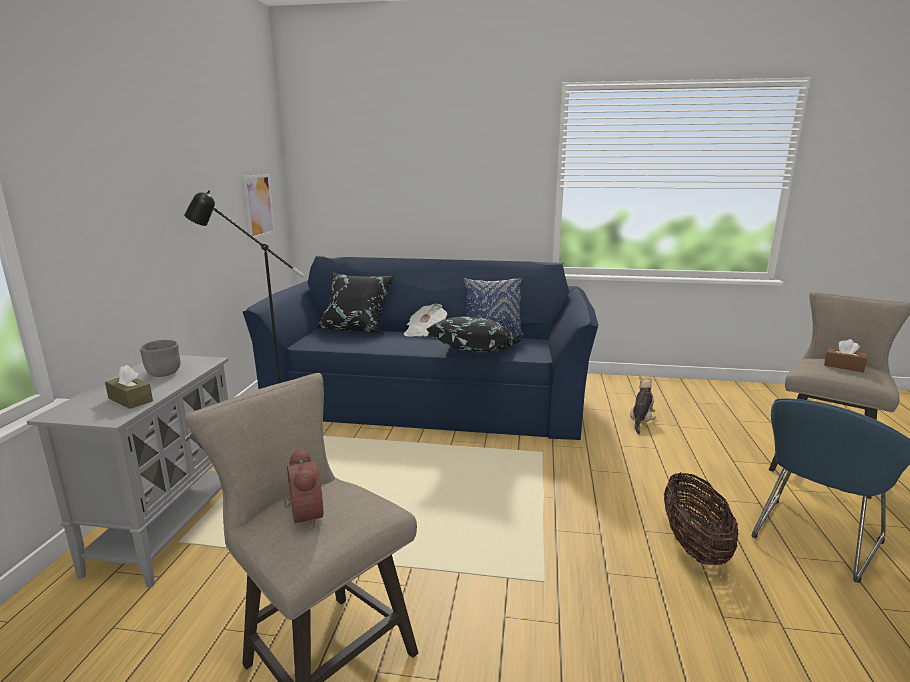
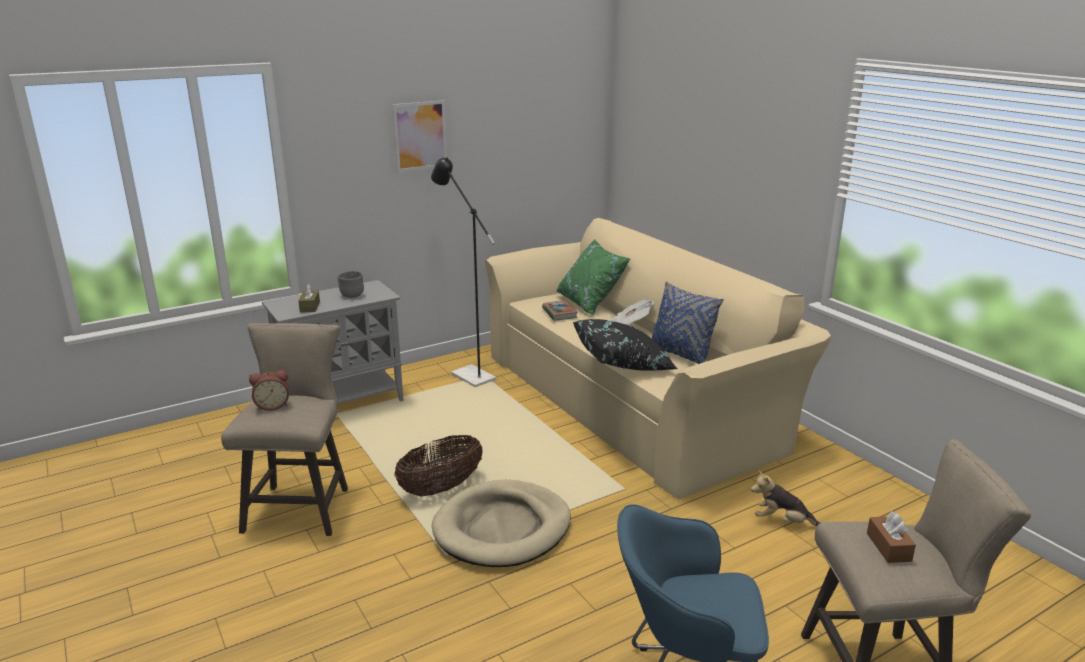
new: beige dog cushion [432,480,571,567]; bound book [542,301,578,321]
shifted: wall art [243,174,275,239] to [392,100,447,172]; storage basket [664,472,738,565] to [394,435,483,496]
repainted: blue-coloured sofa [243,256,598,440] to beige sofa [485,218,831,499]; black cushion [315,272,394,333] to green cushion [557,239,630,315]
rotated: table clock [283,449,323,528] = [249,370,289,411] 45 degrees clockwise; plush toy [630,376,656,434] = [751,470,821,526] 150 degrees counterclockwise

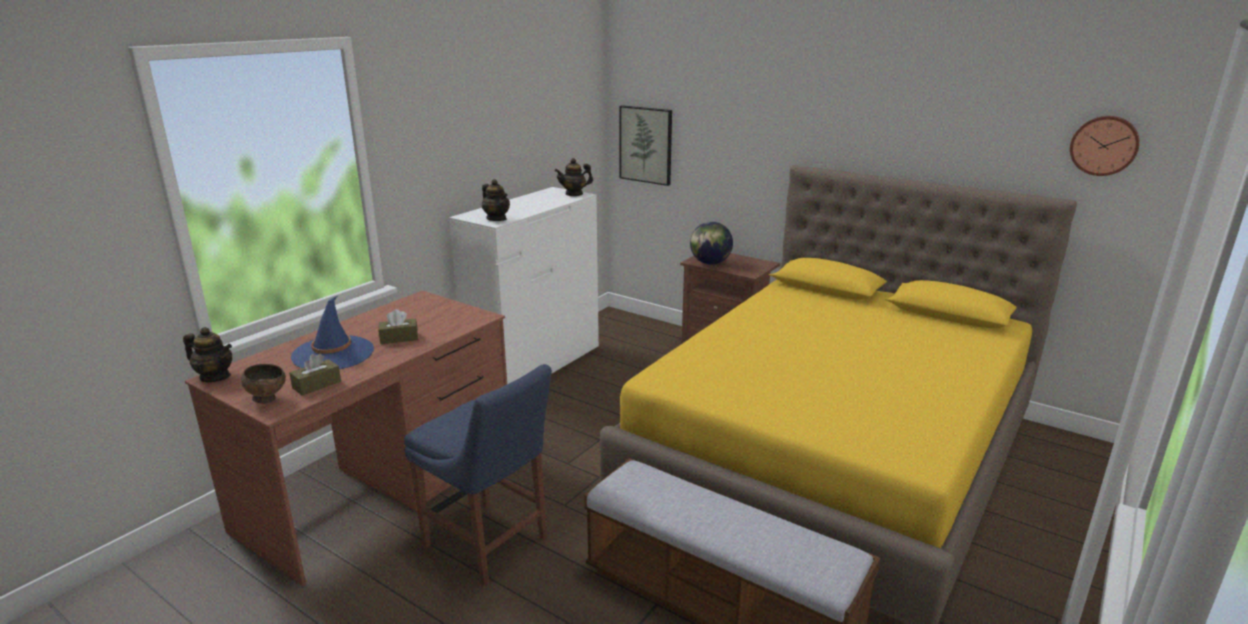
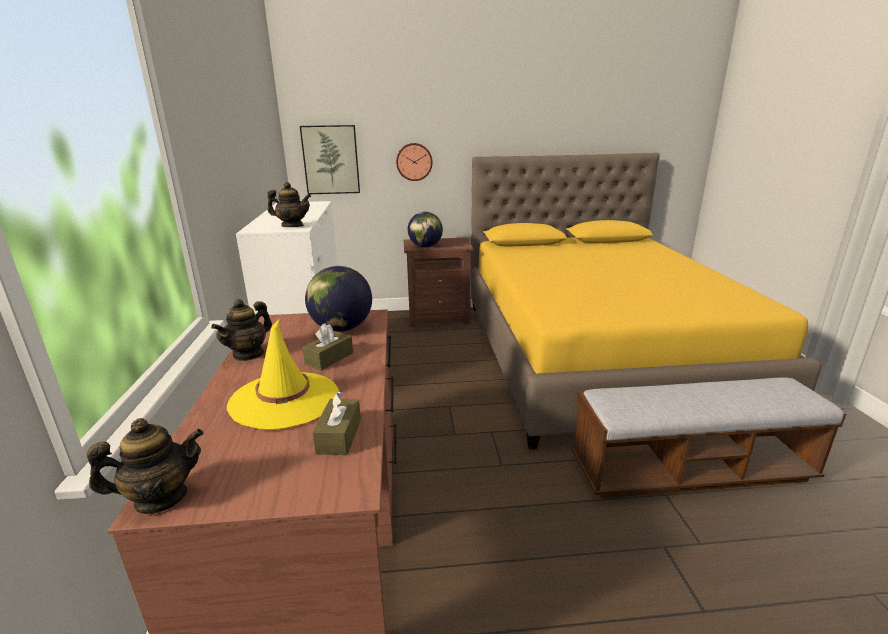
gone: brown deep dish [241,364,286,404]; blue-coloured upright chair [404,364,552,586]
new: world globe [305,266,372,332]
shifted: tea pot [555,158,593,196] to [211,299,272,361]; clock on the wall [1070,116,1140,176] to [396,143,433,181]
repainted: blue-coloured wearable hat [291,295,374,369] to yellow wearable hat [227,319,339,430]

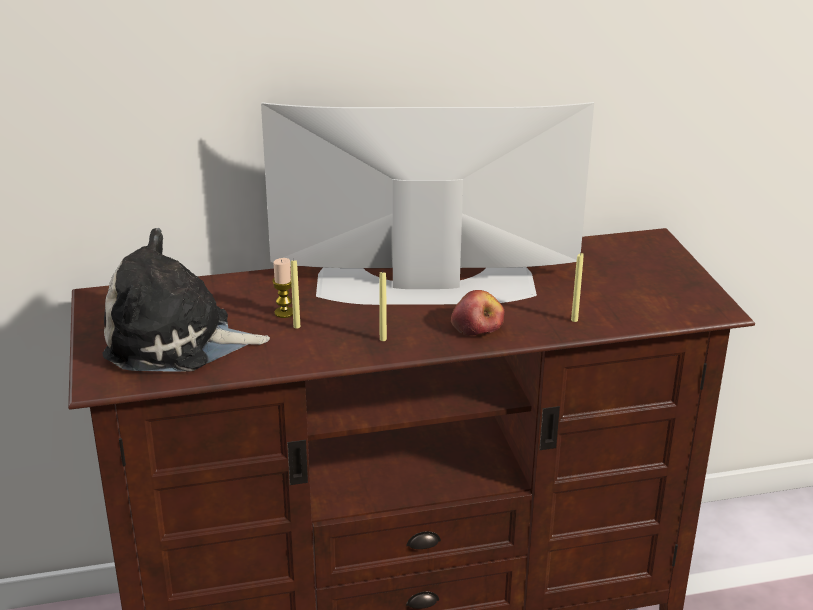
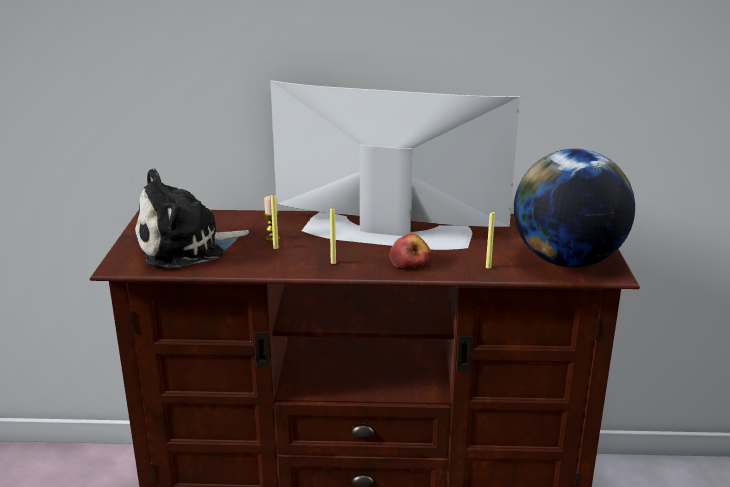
new: world globe [514,149,635,267]
rotated: plush toy [102,228,270,372] = [135,168,249,268] 45 degrees counterclockwise

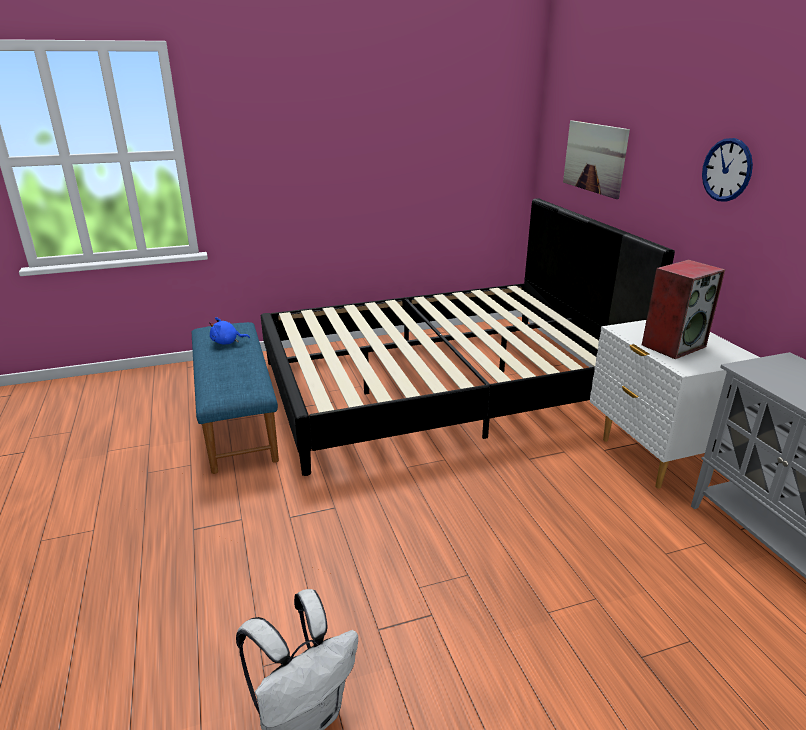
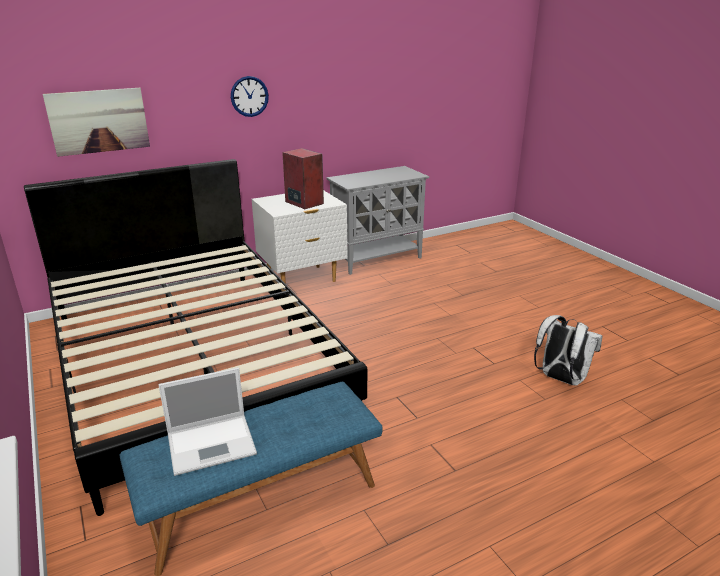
swapped: blue-coloured plush toy [209,317,250,345] to notebook computer [158,367,257,476]

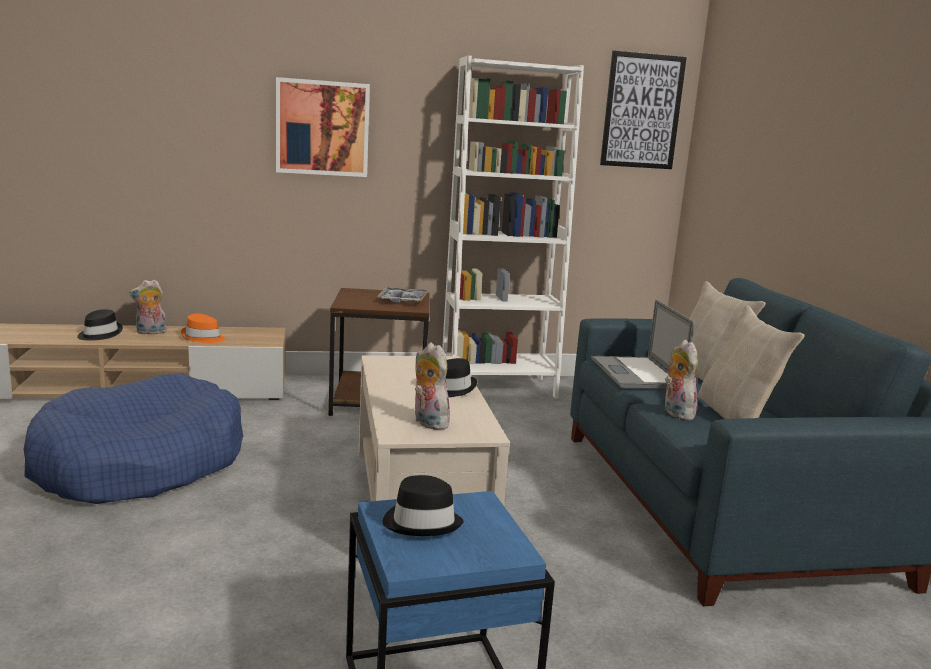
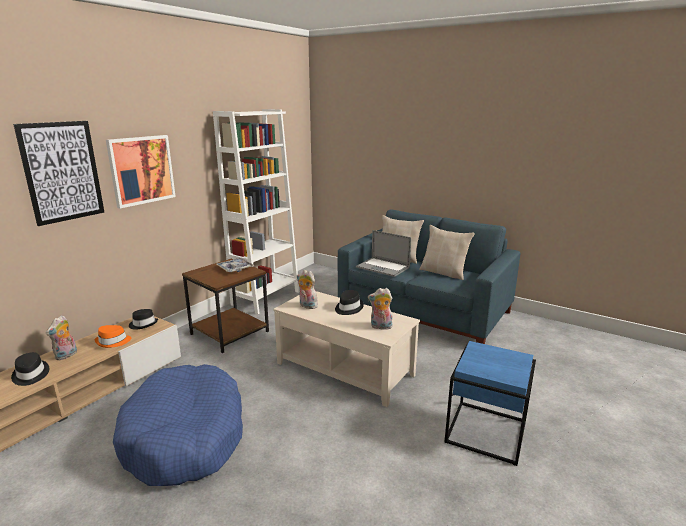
shifted: black wearable hat [383,475,464,536] to [129,309,158,329]; wall art [600,50,687,169] to [13,121,104,226]; plush toy [665,339,698,420] to [297,270,318,309]

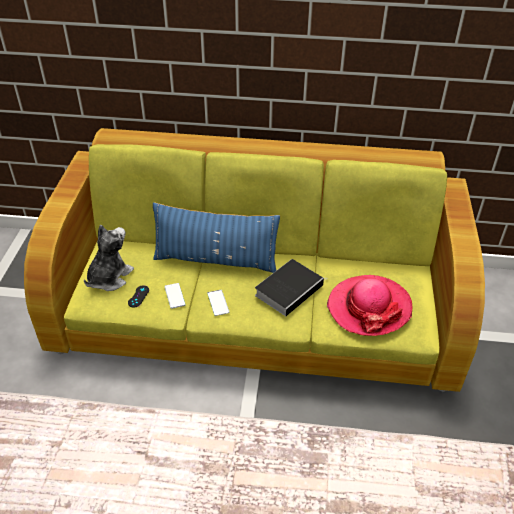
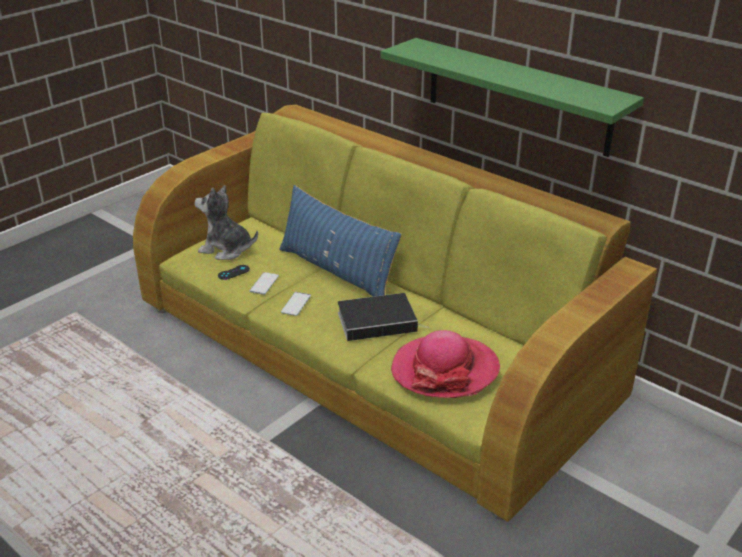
new: green wall shelf [380,38,644,157]
rotated: plush toy [84,225,134,291] = [195,185,258,260] 135 degrees counterclockwise

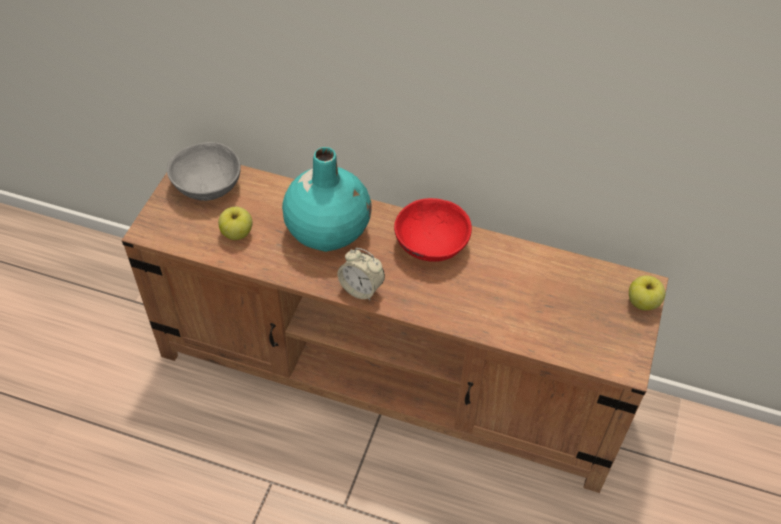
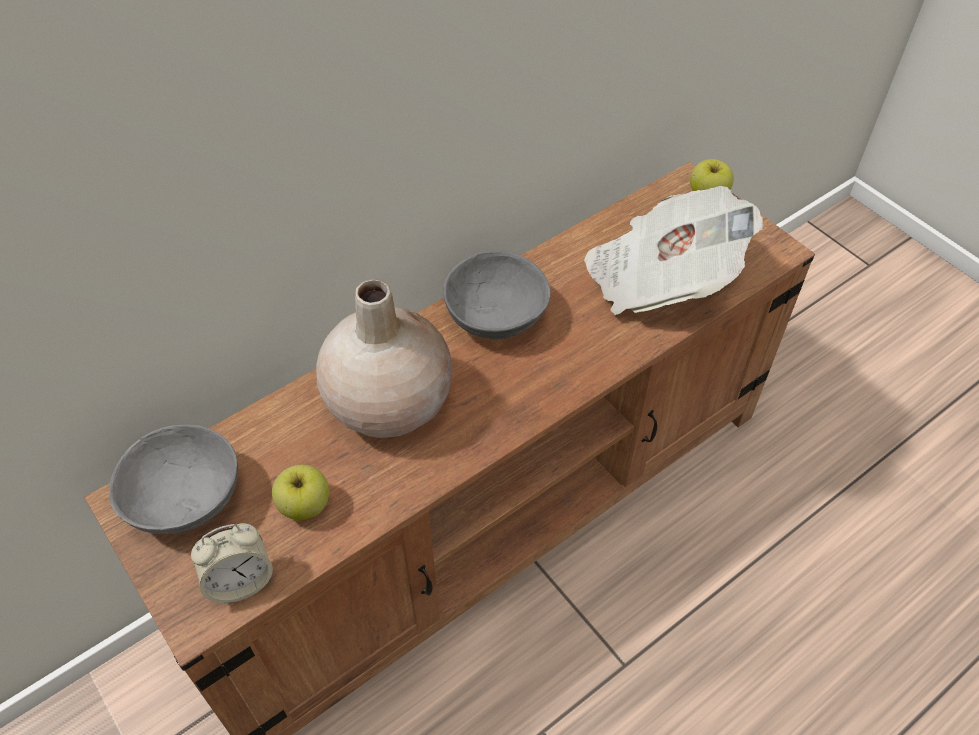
new: printed paper [584,186,763,315]
shifted: table clock [338,248,385,301] to [191,523,273,603]
repainted: blue-green vase [282,147,372,252] to beige vase [316,279,453,438]; red deep dish [394,198,472,262] to gray deep dish [443,250,551,339]

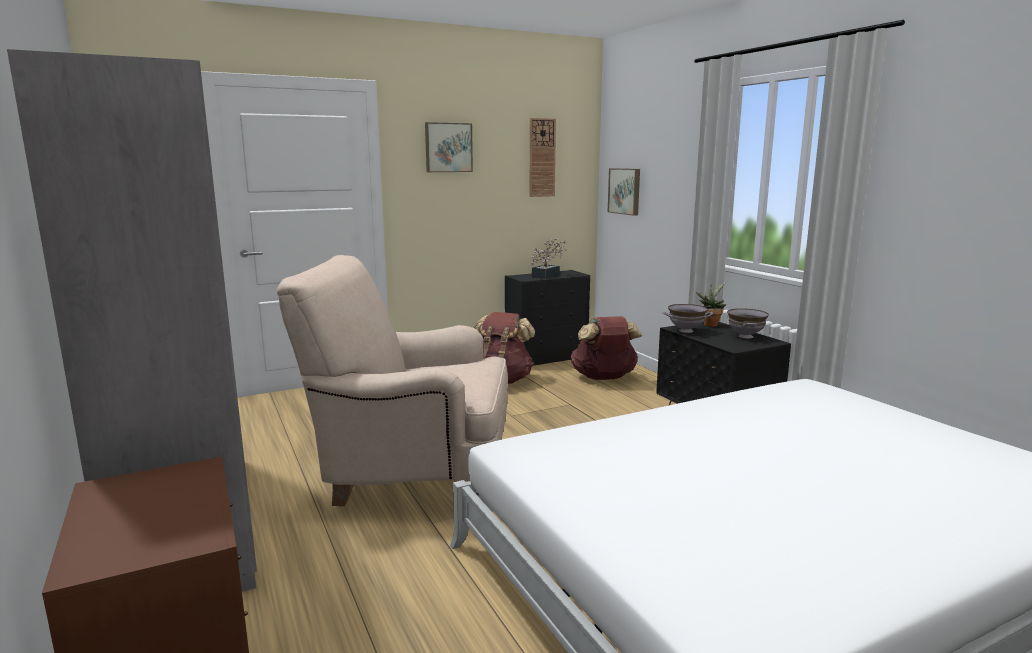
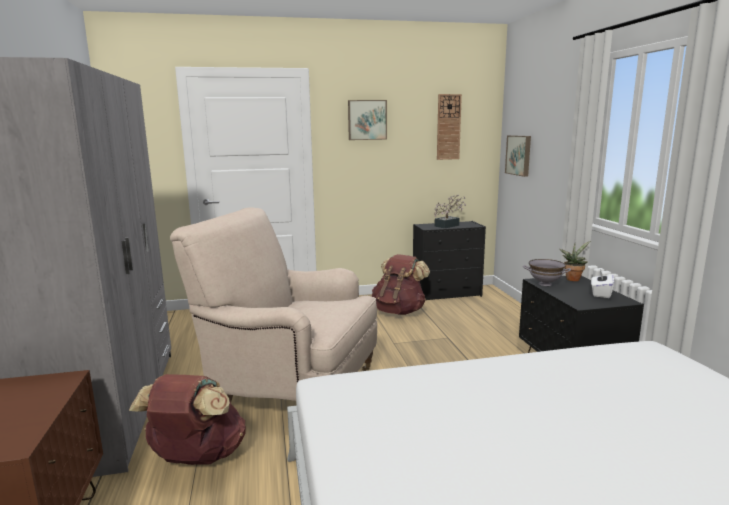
shifted: brown knapsack [571,316,642,380] to [129,374,246,465]
swapped: gray deep dish [727,308,769,339] to whitish box of tissues [591,270,614,298]

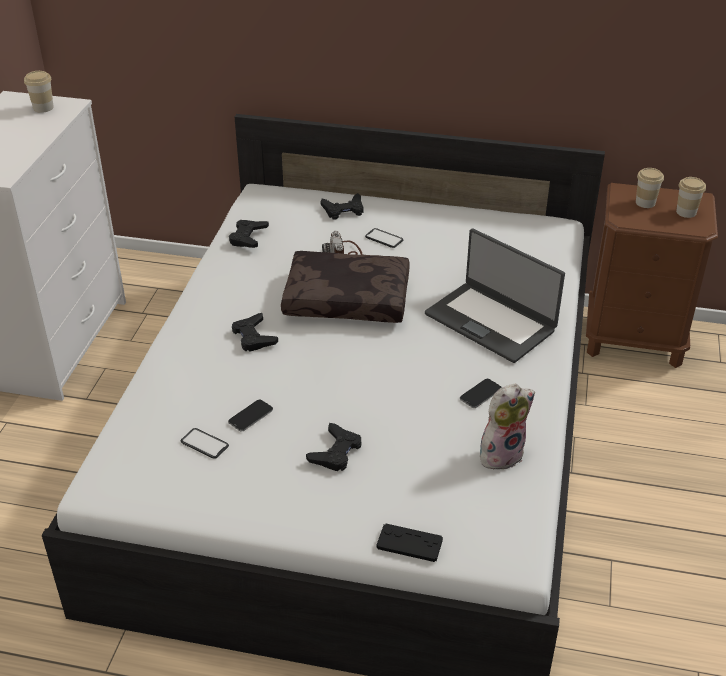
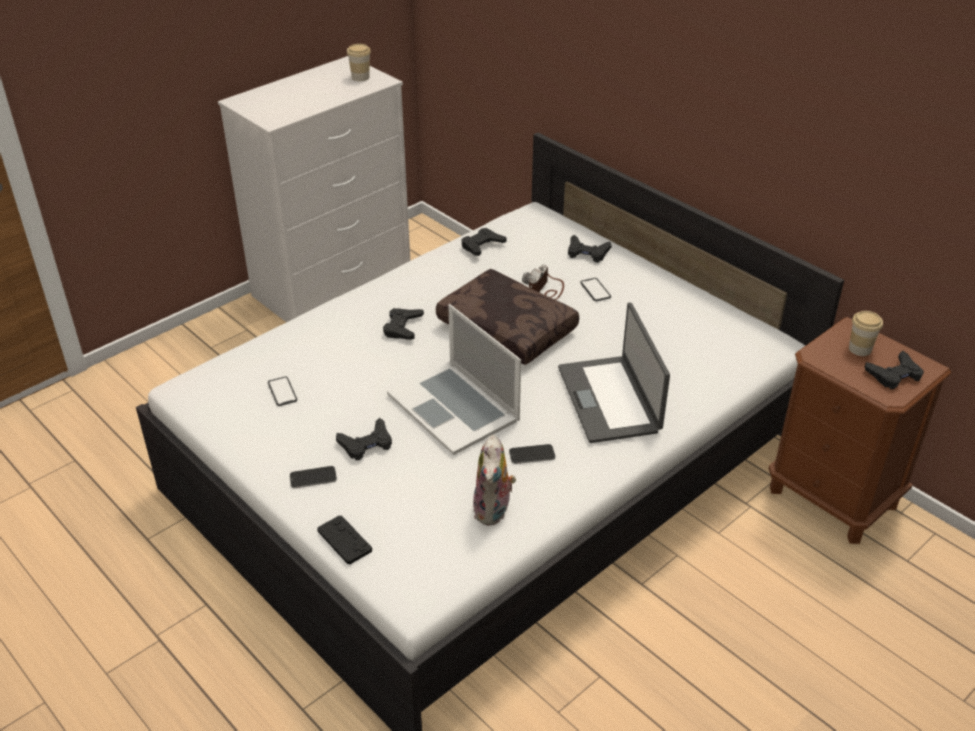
new: notebook computer [387,304,521,455]
shifted: telephone [228,400,273,431] to [290,466,337,488]
swapped: cup [676,177,706,218] to black gamepad [865,351,924,389]
rotated: plush toy [480,384,535,469] = [473,435,516,525] 90 degrees clockwise

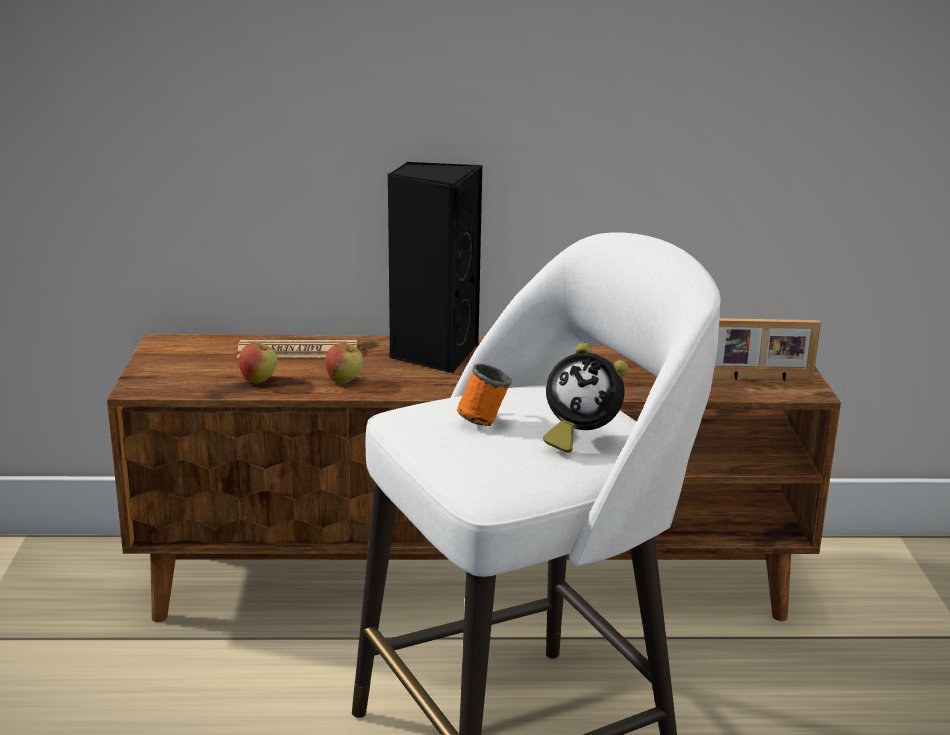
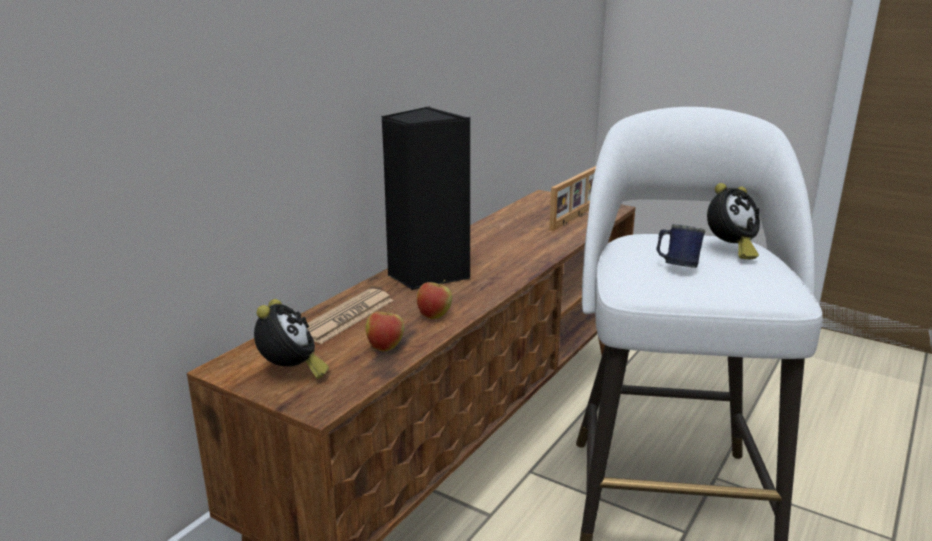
new: table clock [254,299,329,379]
repainted: orange-coloured mug [457,363,512,426] to blue-coloured mug [657,224,705,268]

